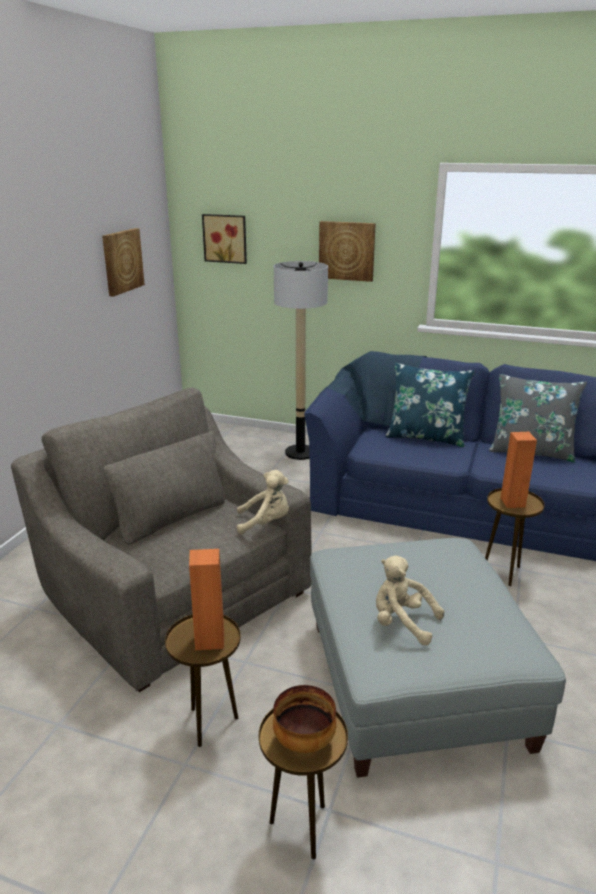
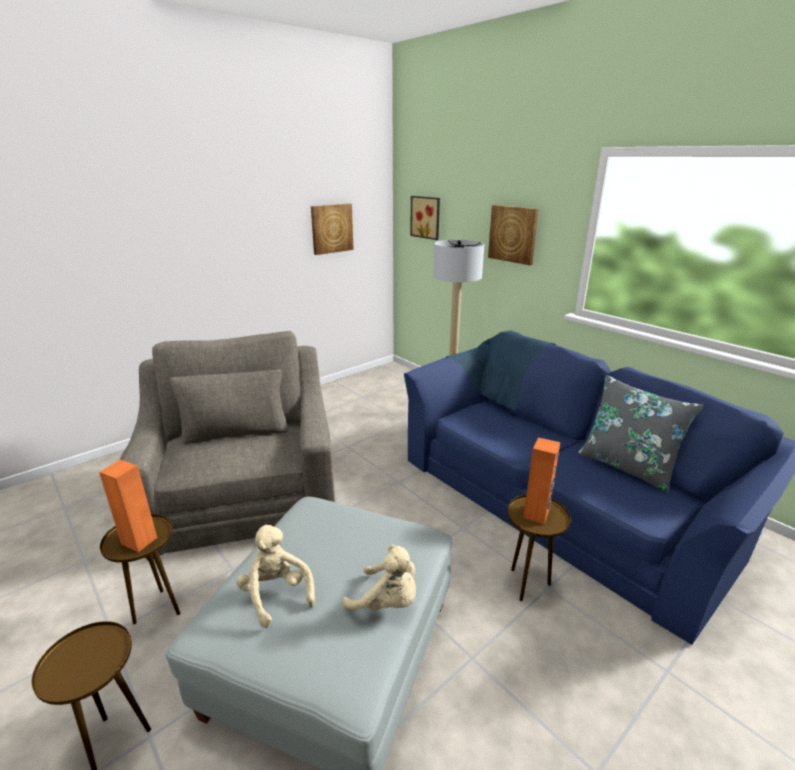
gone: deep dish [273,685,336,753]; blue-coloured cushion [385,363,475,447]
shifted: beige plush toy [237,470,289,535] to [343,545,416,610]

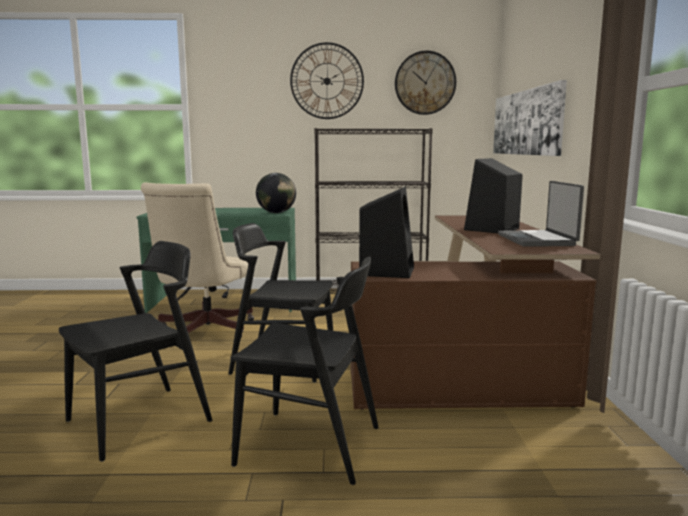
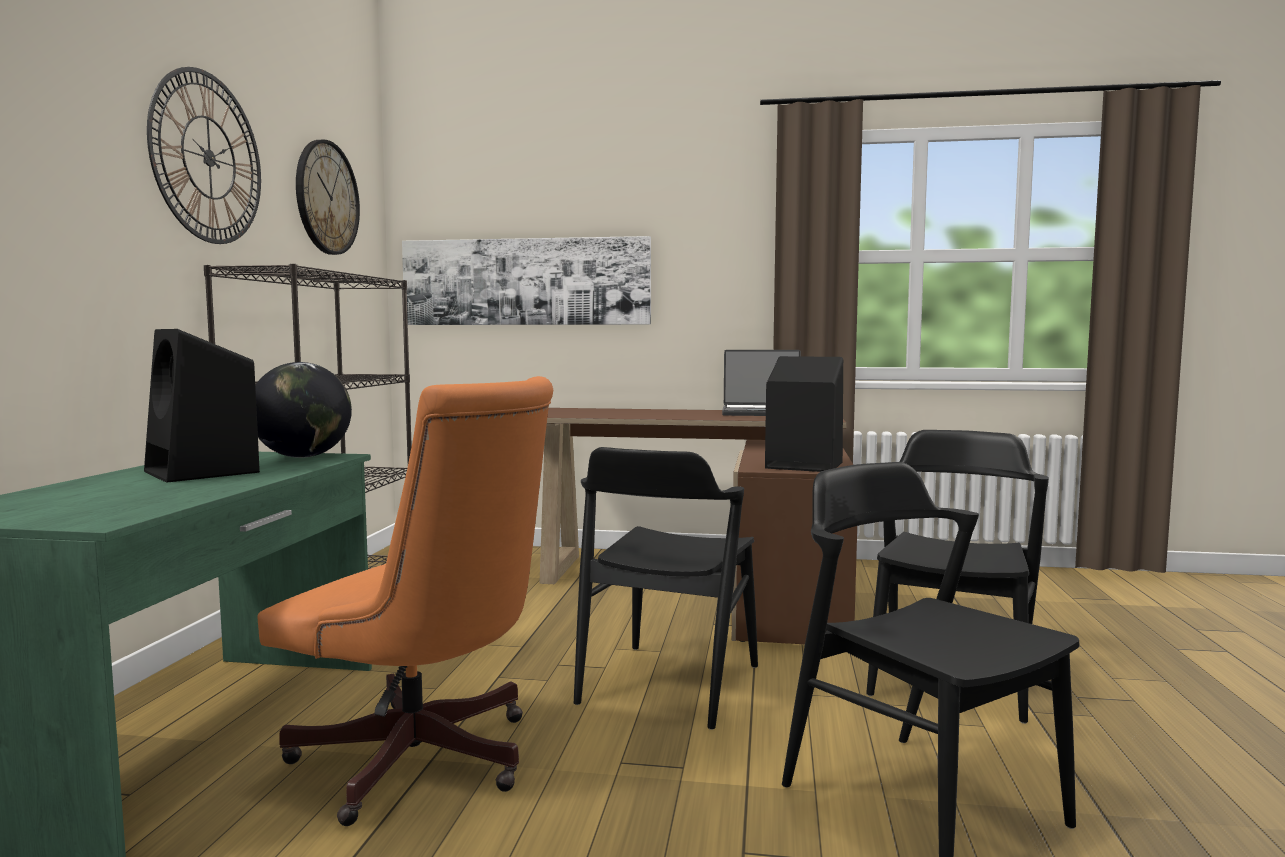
shifted: black speaker [464,158,523,233] to [144,329,260,483]
repainted: beige computer chair [141,182,255,338] to orange-coloured computer chair [258,376,553,826]

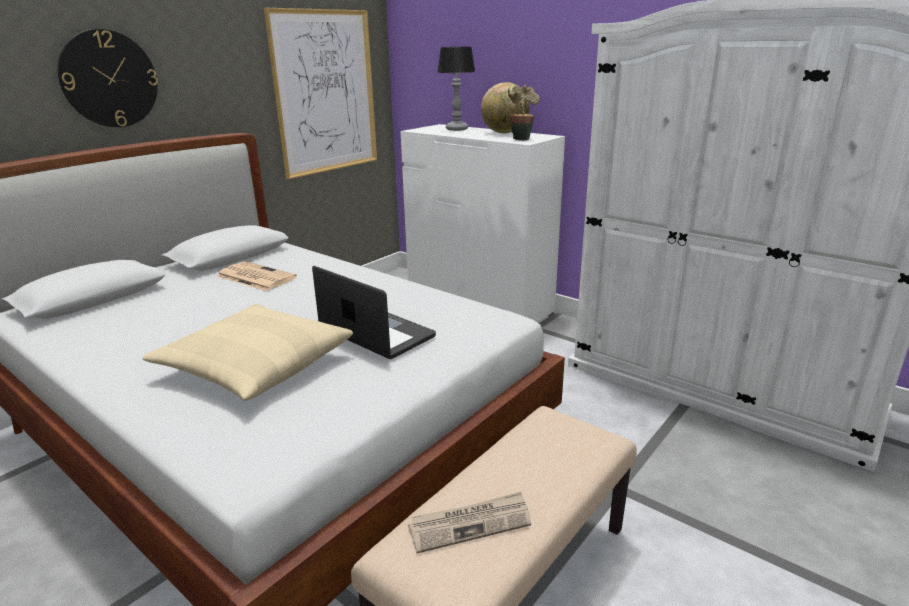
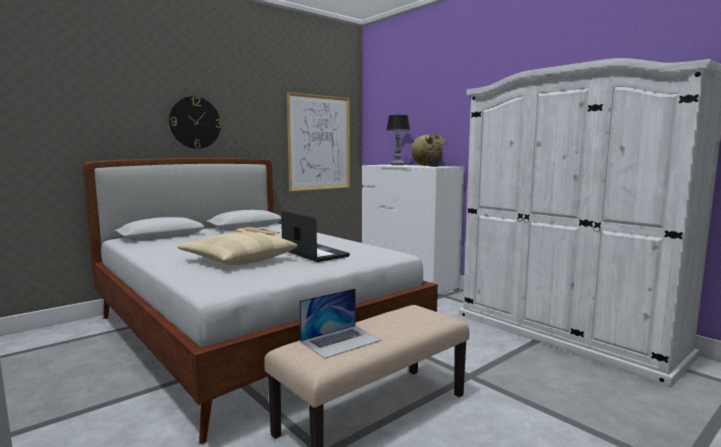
swapped: printed paper [408,492,531,554] to notebook computer [299,288,382,359]

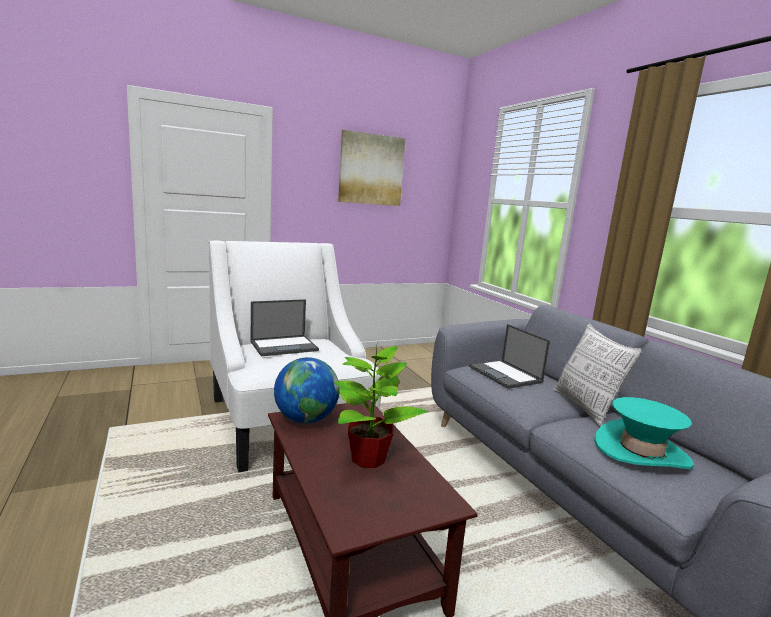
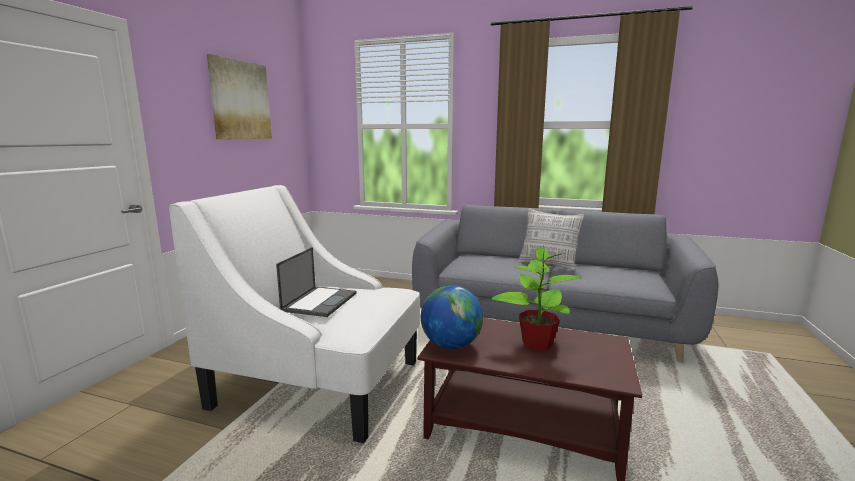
gone: notebook computer [469,324,550,389]; blue-green wearable hat [594,397,694,469]

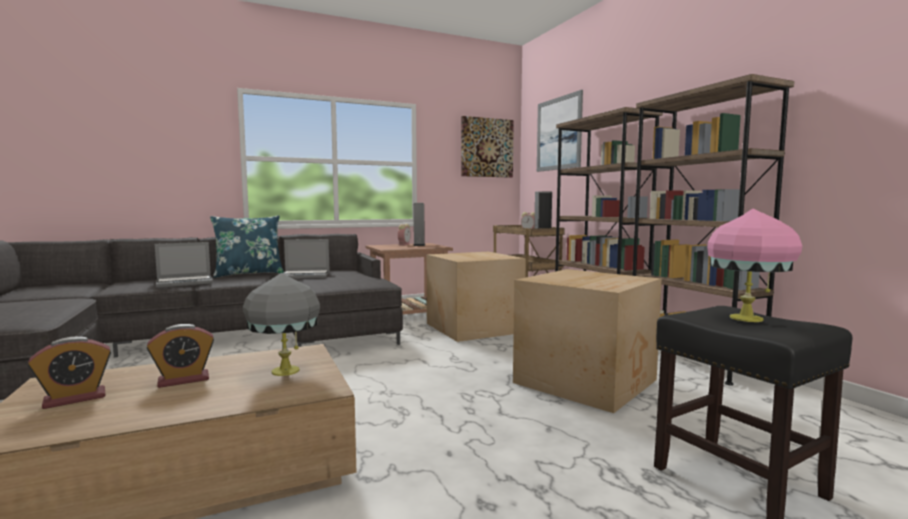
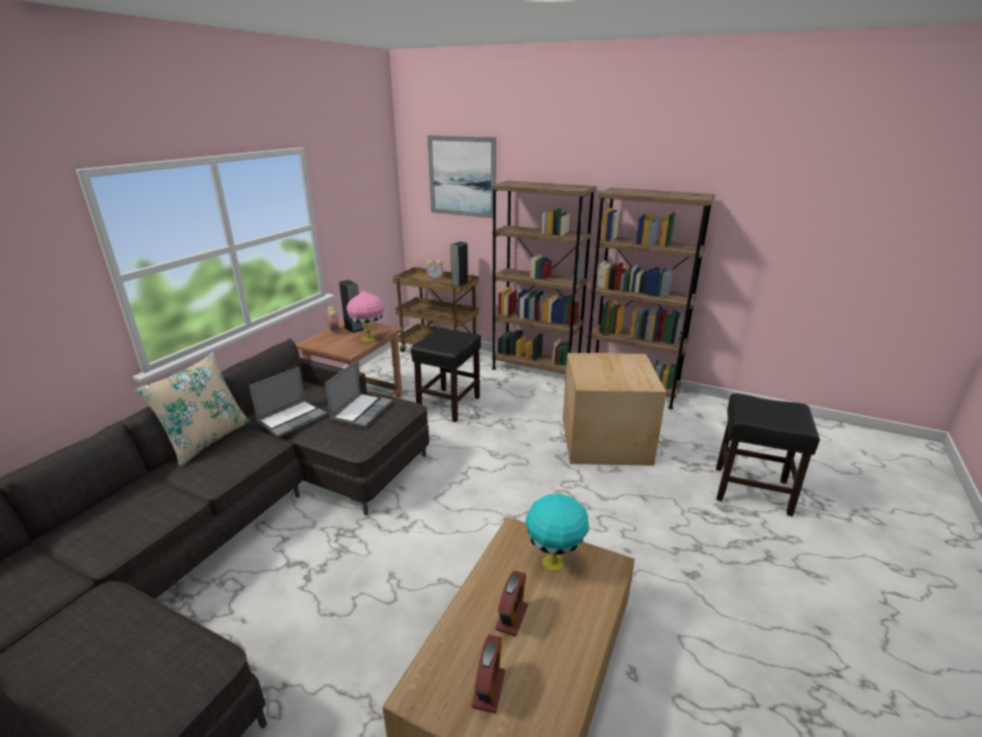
gone: wall art [461,116,514,178]
shifted: notebook computer [155,242,213,287] to [325,361,392,427]; pink tabletop lamp [707,208,802,322] to [346,291,384,342]
swapped: cardboard box [426,252,526,342] to black stool seat [411,327,481,422]
repainted: blue-coloured cushion [210,216,284,278] to beige cushion [135,352,250,467]; gray tabletop lamp [243,273,320,376] to blue-green tabletop lamp [526,494,589,572]

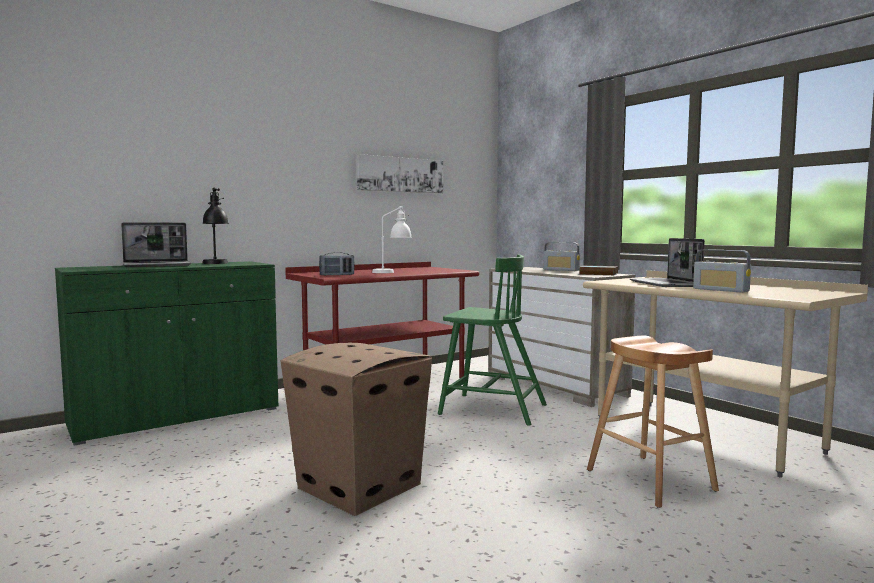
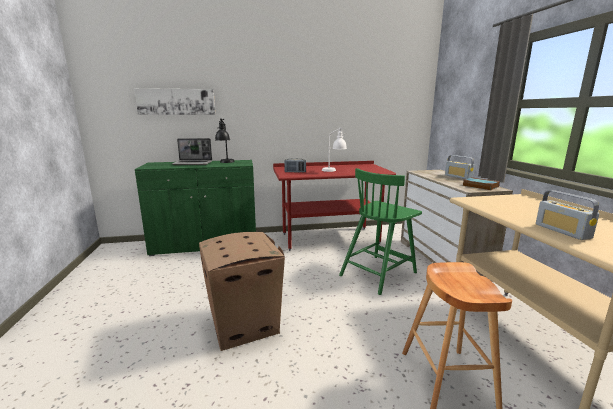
gone: notebook computer [629,238,705,287]
shifted: wall art [356,154,443,193] to [134,88,215,115]
rotated: green upright chair [438,255,547,426] = [339,168,422,295] 90 degrees clockwise

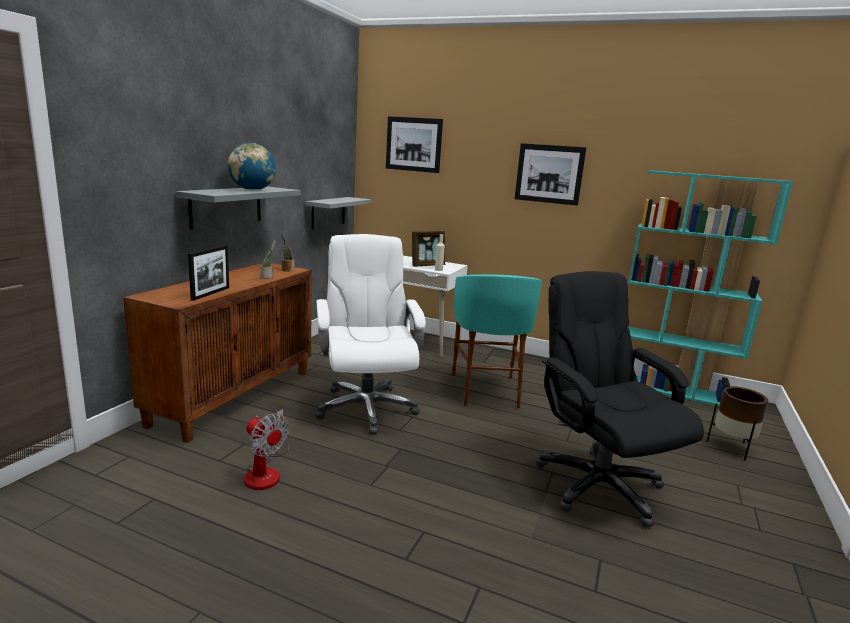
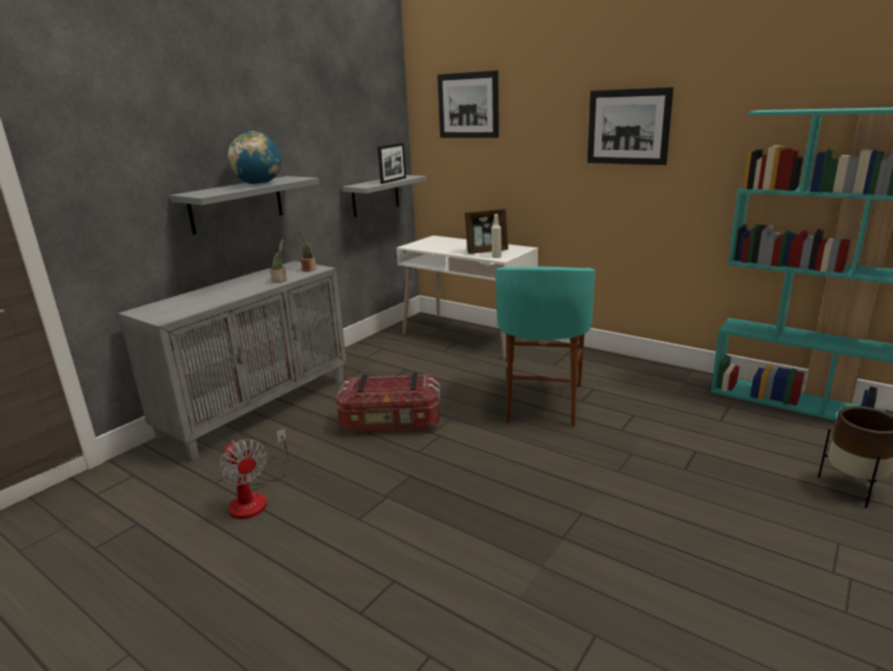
gone: black computer chair [536,271,704,528]
shifted: photo frame [188,245,229,301] to [378,143,406,184]
swapped: whitish computer chair [315,234,426,435] to storage box [336,373,440,434]
repainted: brown storage cabinet [123,263,312,443] to gray storage cabinet [118,261,347,462]

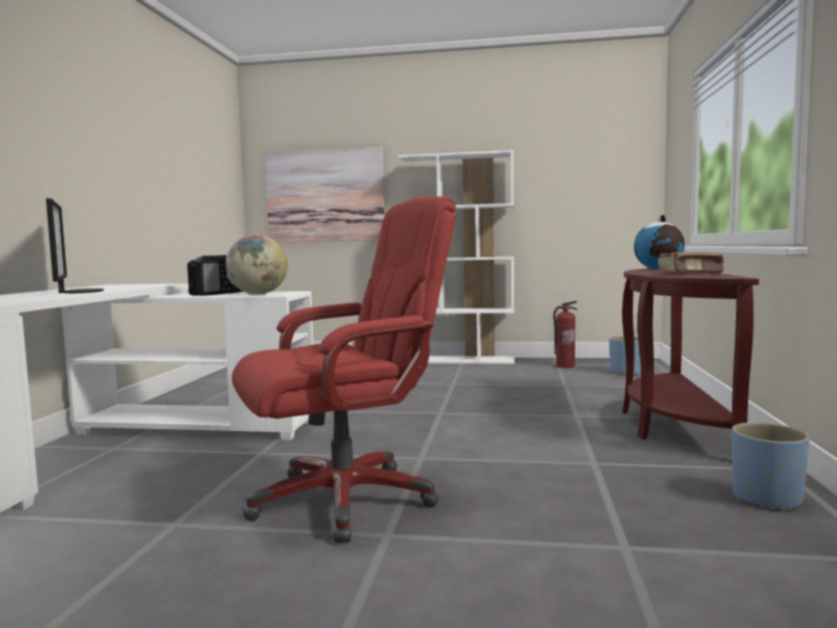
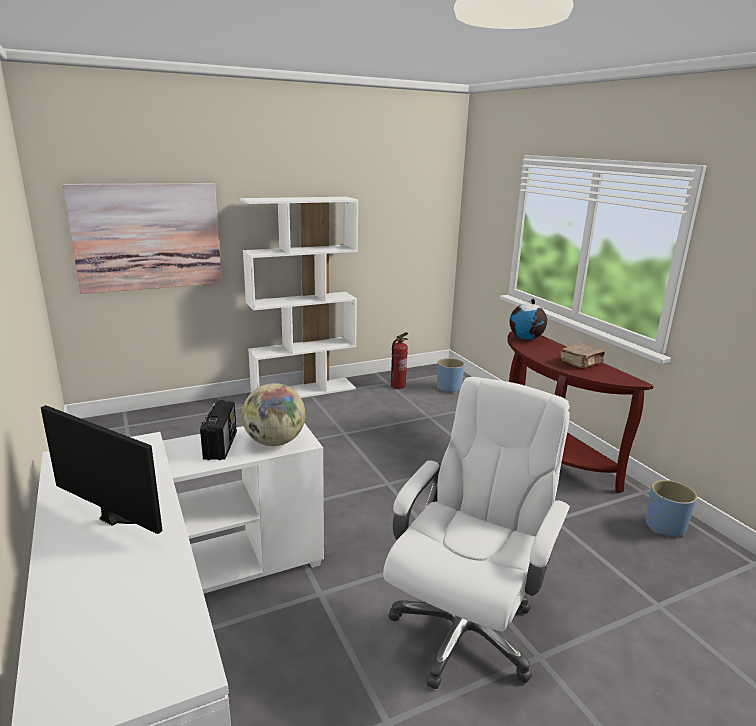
repainted: red computer chair [232,196,456,543] to whitish computer chair [383,377,571,689]

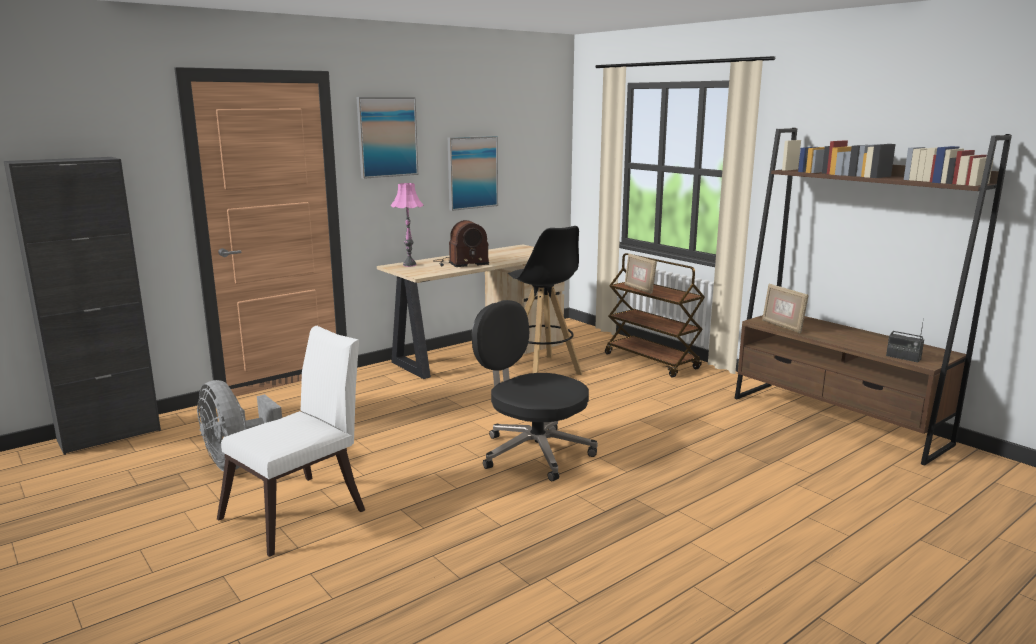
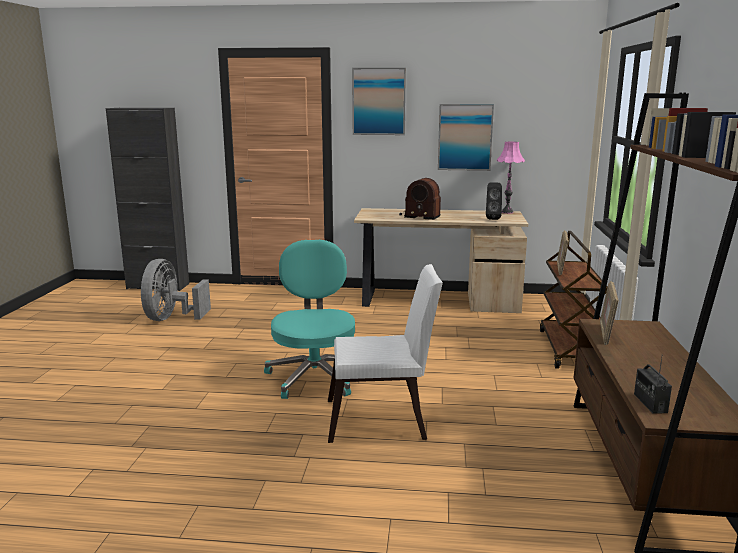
gone: black stool seat [508,226,582,375]
new: black speaker [486,182,502,220]
shifted: whitish upright chair [217,326,365,557] to [328,264,443,443]; pink tabletop lamp [391,183,423,267] to [497,142,525,214]
repainted: black computer chair [472,300,598,482] to blue-green computer chair [264,240,355,399]

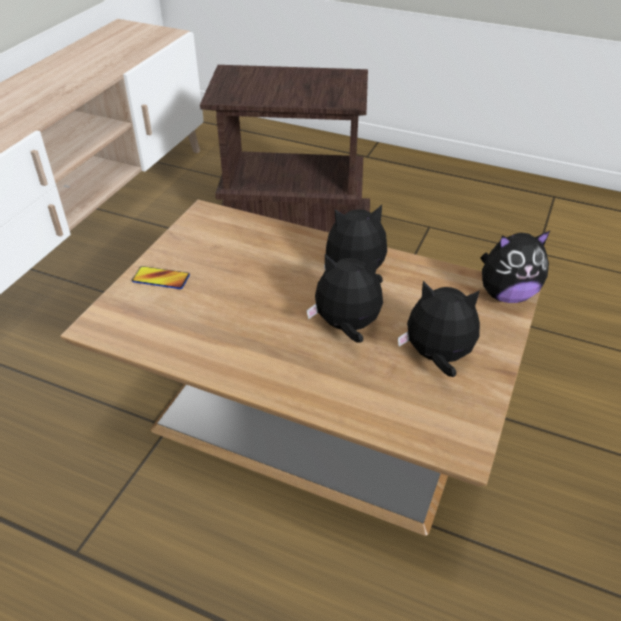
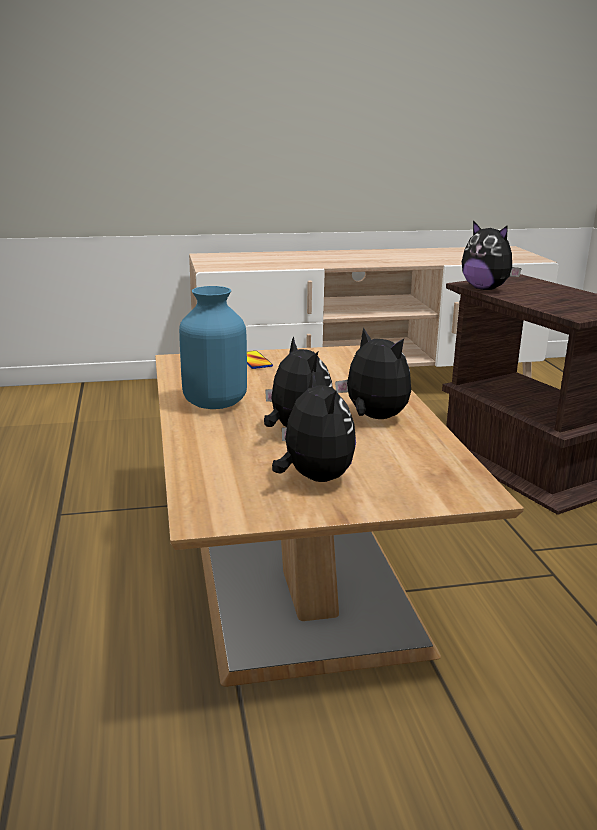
new: blue-coloured vase [179,286,247,409]
shifted: plush toy [480,230,551,303] to [462,221,522,290]

